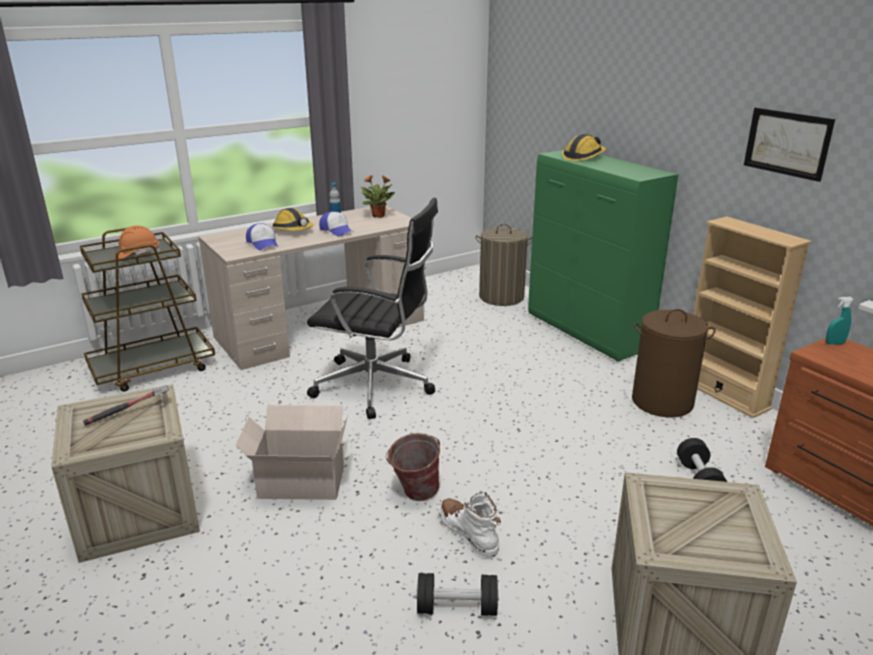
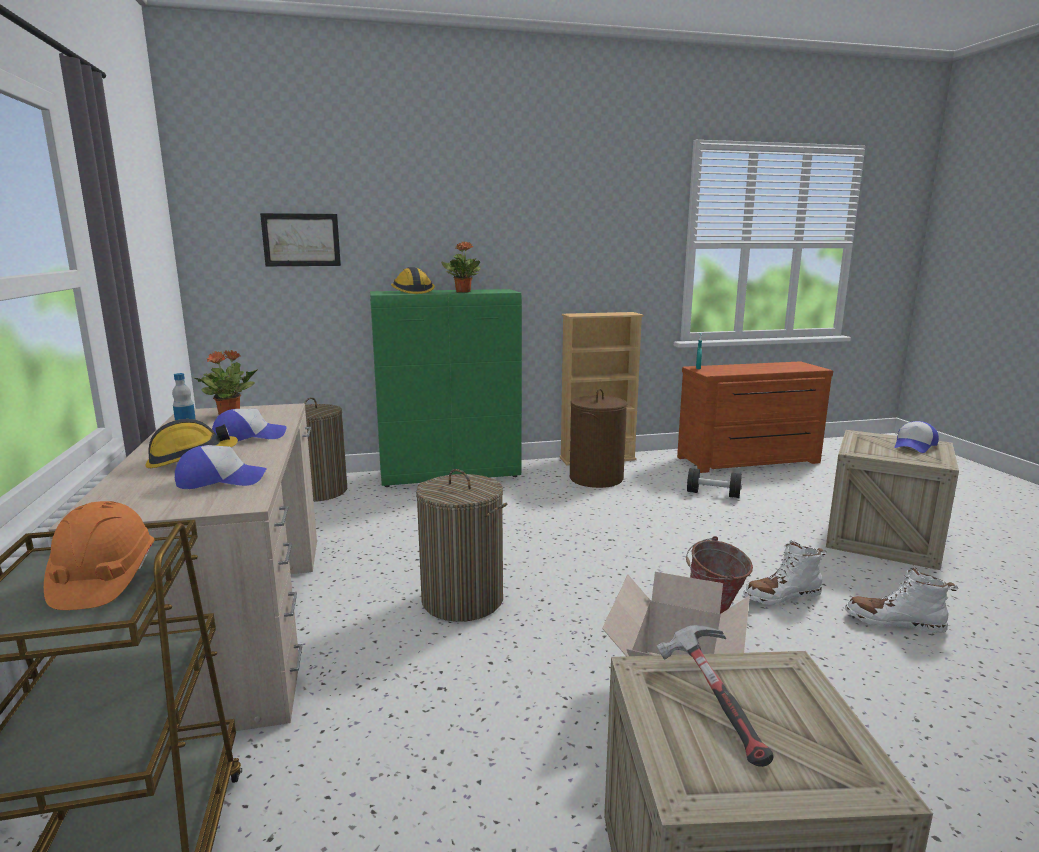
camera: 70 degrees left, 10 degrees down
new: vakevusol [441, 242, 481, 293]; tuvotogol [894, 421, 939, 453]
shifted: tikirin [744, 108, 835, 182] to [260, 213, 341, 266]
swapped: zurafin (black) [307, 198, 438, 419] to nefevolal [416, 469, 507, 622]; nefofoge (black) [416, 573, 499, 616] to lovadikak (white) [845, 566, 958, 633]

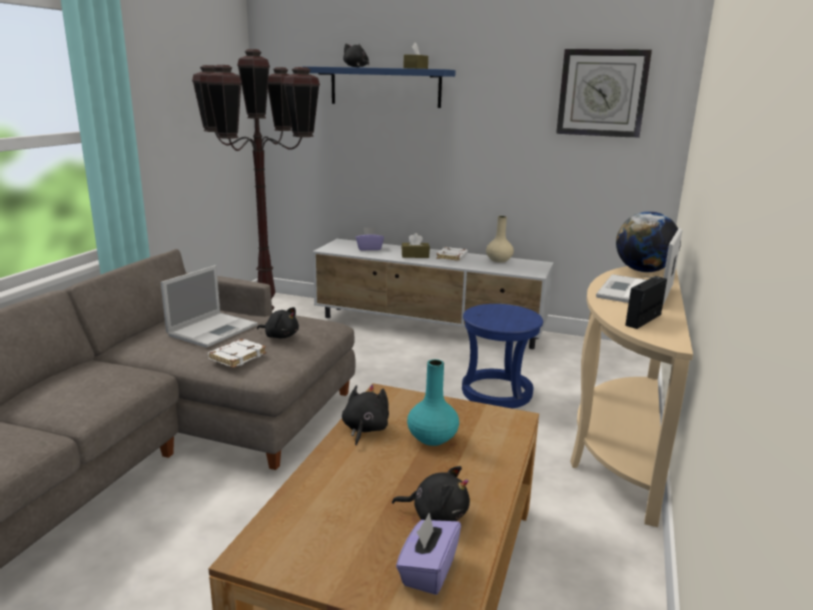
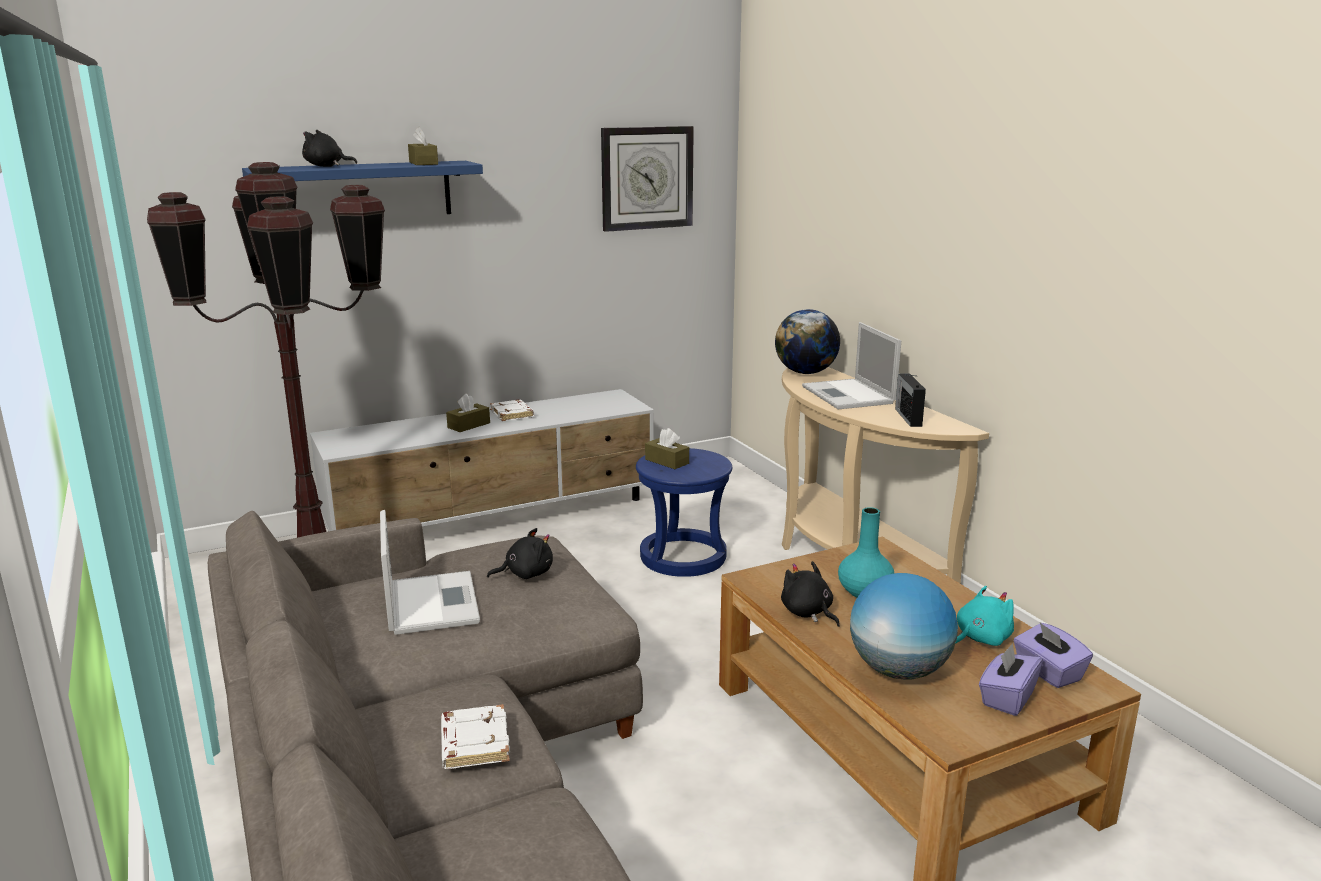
camera: 45 degrees left, 0 degrees up
gone: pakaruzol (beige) [486, 216, 514, 263]
new: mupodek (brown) [645, 428, 689, 469]; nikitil [850, 573, 958, 680]
shifted: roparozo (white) [208, 339, 266, 368] to [441, 704, 510, 769]; mupodek (purple) [355, 227, 384, 250] to [979, 643, 1043, 716]
repainted: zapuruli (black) [392, 466, 470, 521] to zapuruli (turquoise) [955, 586, 1014, 646]

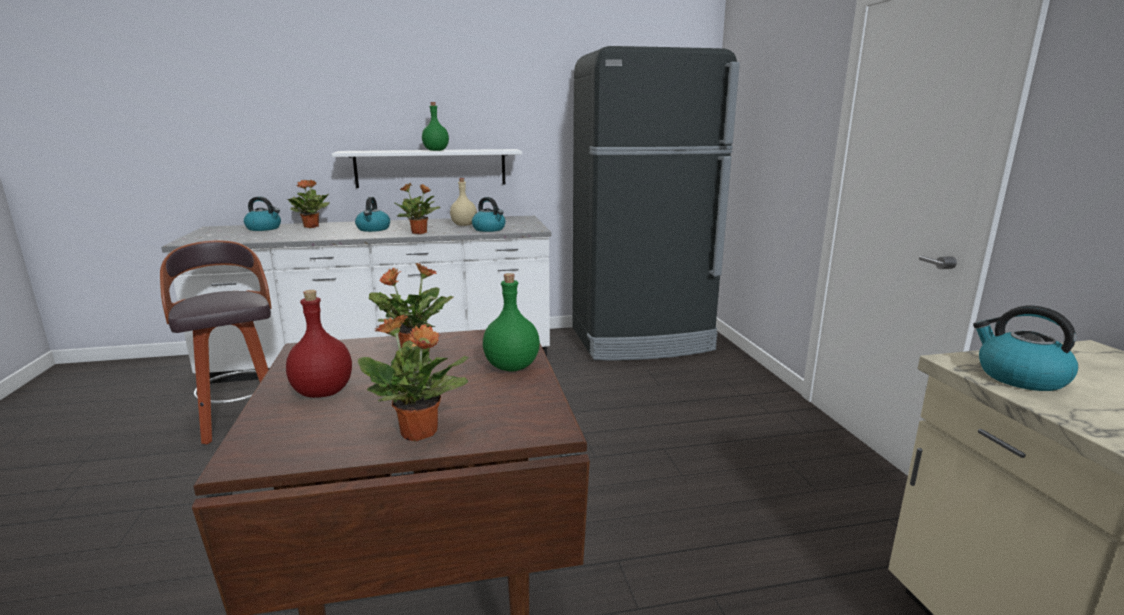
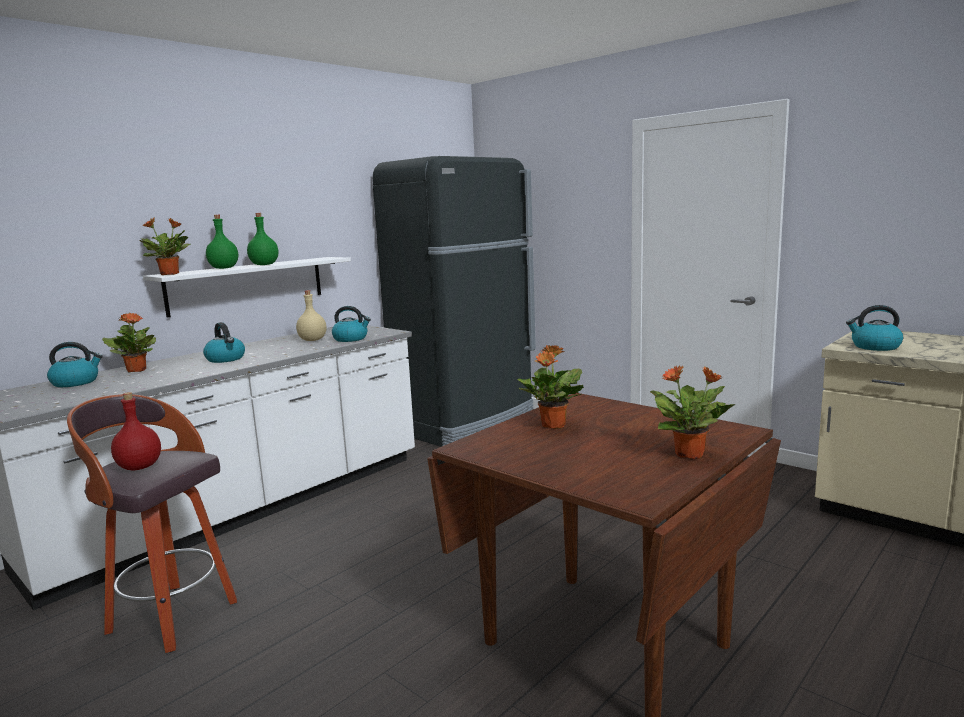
camera: 35 degrees left, 5 degrees down
shifted: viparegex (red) [286, 290, 352, 398] to [111, 392, 161, 471]; vakevusol [393, 183, 440, 234] to [139, 218, 191, 275]; viparegex (green) [483, 273, 540, 372] to [206, 215, 238, 269]

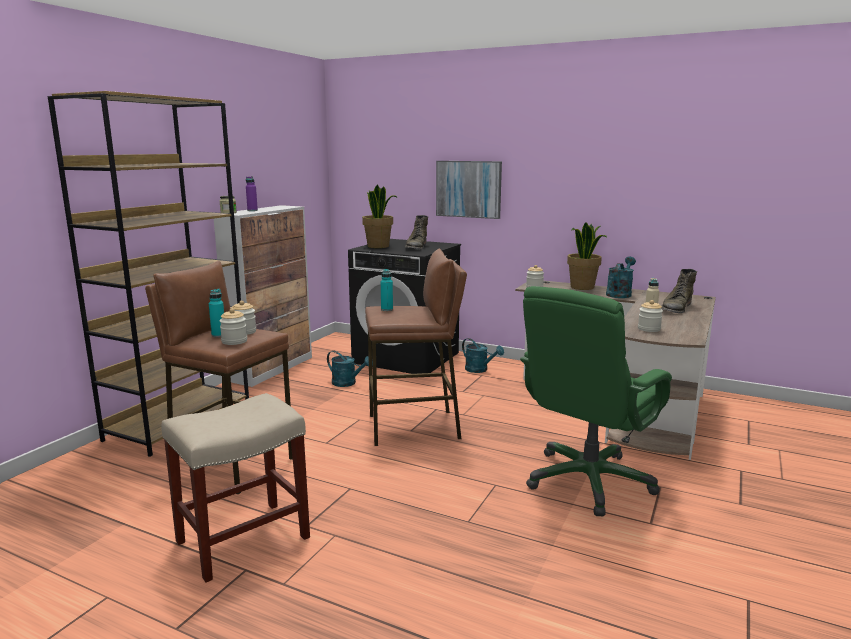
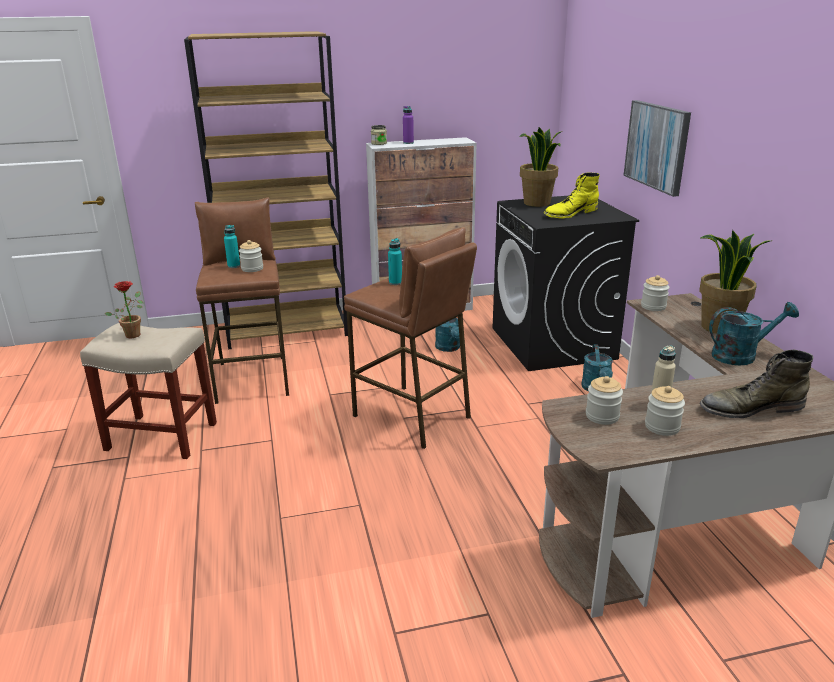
camera: 50 degrees right, 10 degrees up
gone: zurafin (green) [520, 286, 672, 516]
new: vakevusol [104, 281, 143, 338]
shifted: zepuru [220, 308, 247, 345] to [645, 386, 685, 436]
repainted: lovadikak (green) [405, 215, 428, 249] to lovadikak (yellow) [544, 172, 600, 219]

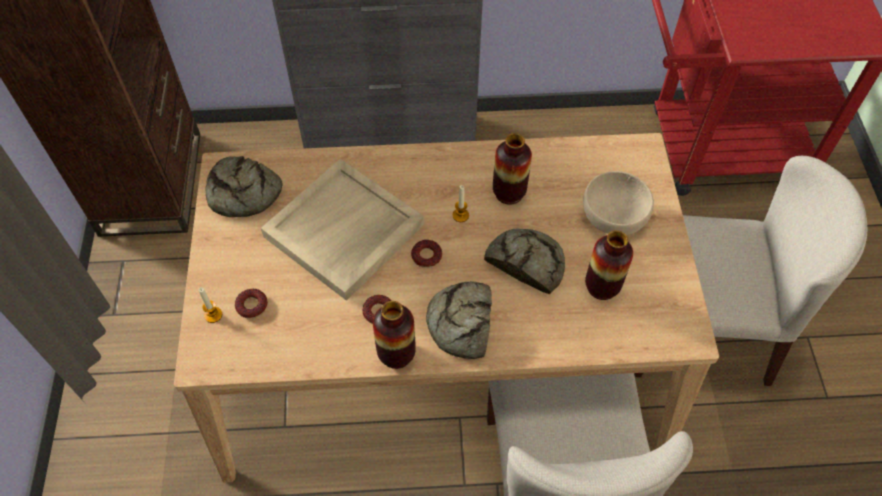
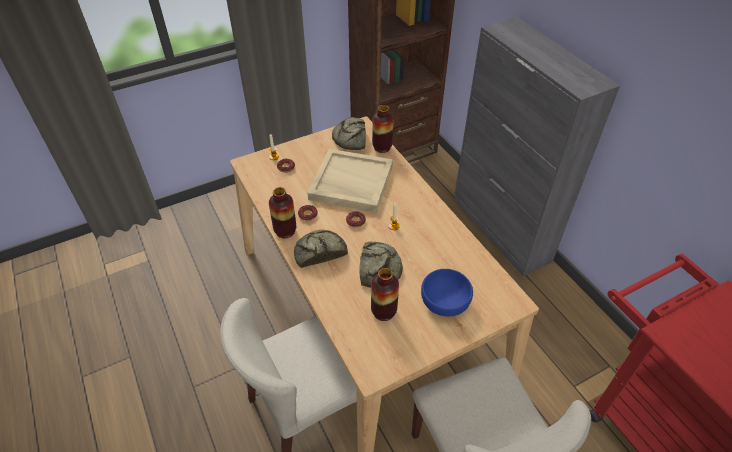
camera: 65 degrees right, 10 degrees down
shifted: pakaruzol [493, 133, 532, 205] to [372, 105, 394, 153]
repainted: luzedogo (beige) [583, 171, 654, 235] to luzedogo (blue) [421, 269, 473, 316]

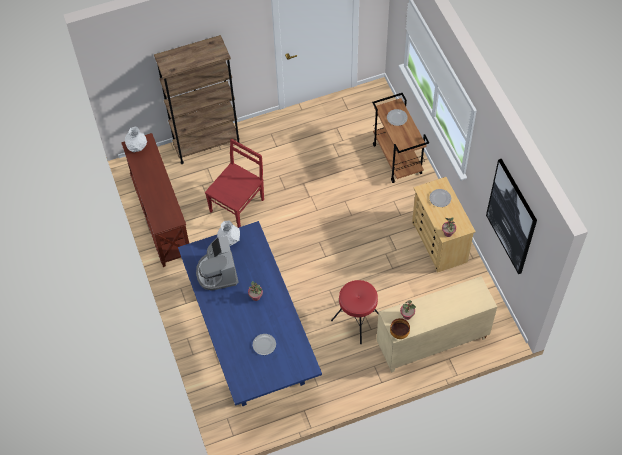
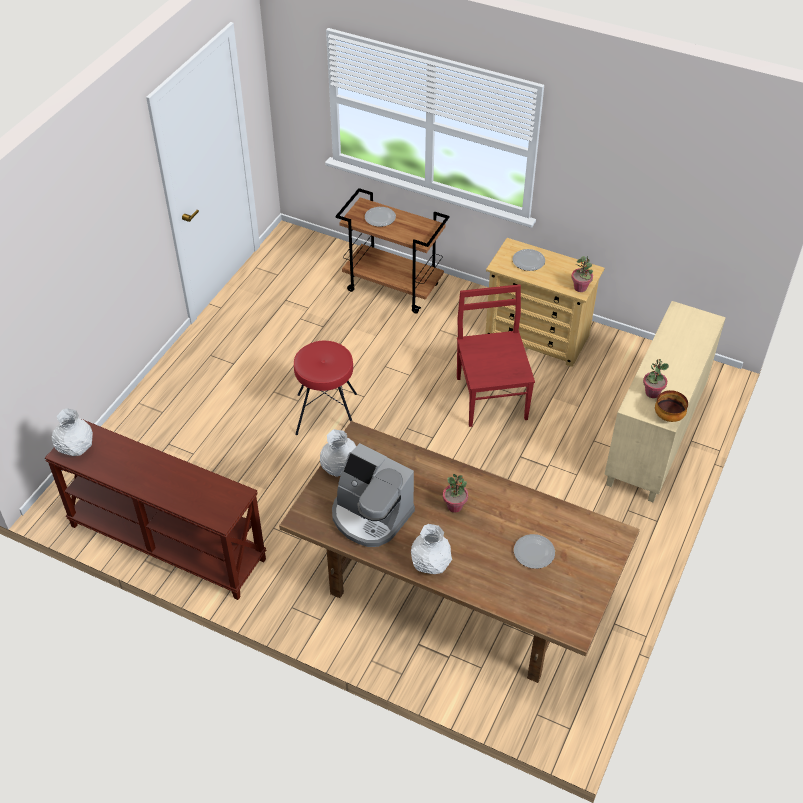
camera: 45 degrees left, 10 degrees down
gone: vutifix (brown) [154, 35, 240, 164]; tikirin [486, 159, 537, 274]
new: pakaruzol (white) [411, 524, 452, 574]
shifted: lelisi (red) [331, 280, 378, 344] to [294, 341, 357, 435]; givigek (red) [205, 139, 264, 228] to [457, 284, 535, 427]
repainted: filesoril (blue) [178, 221, 322, 406] to filesoril (brown) [279, 421, 640, 683]

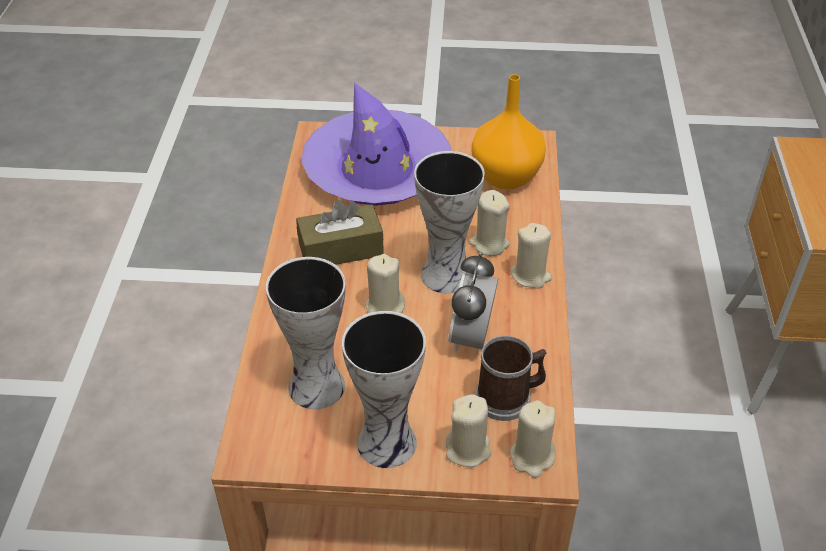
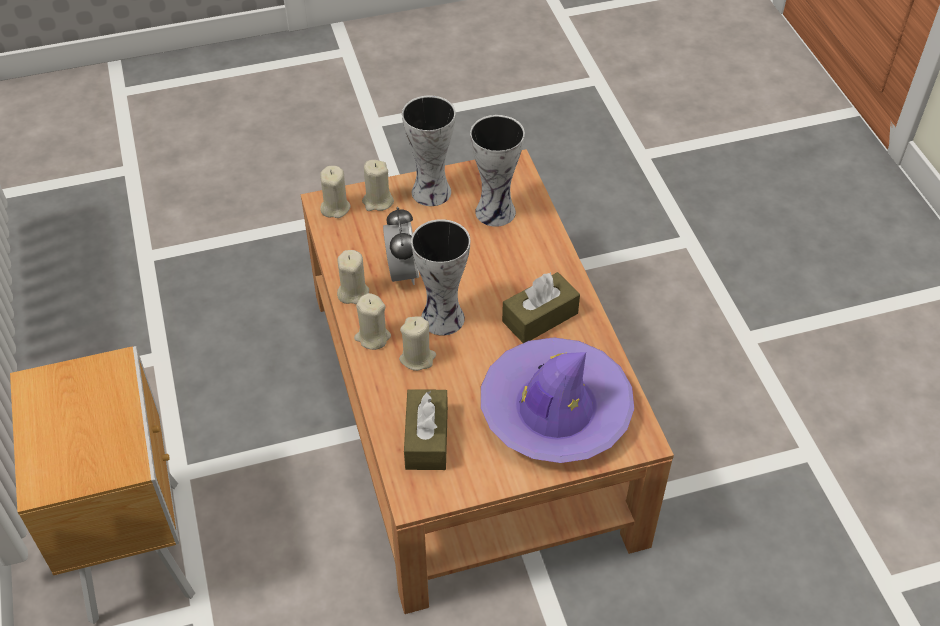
camera: 160 degrees right, 5 degrees up
gone: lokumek [475, 336, 546, 421]
shifted: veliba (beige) [365, 254, 405, 314] to [337, 250, 369, 304]
swapped: pakaruzol (orange) [472, 74, 546, 190] to mupodek (brown) [404, 389, 448, 470]

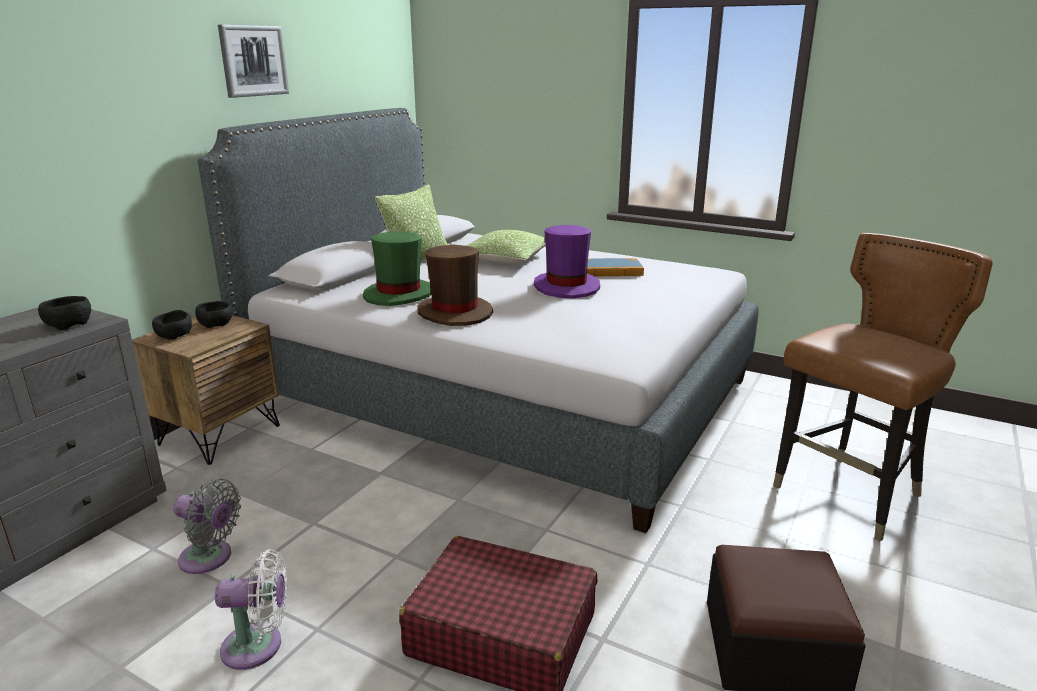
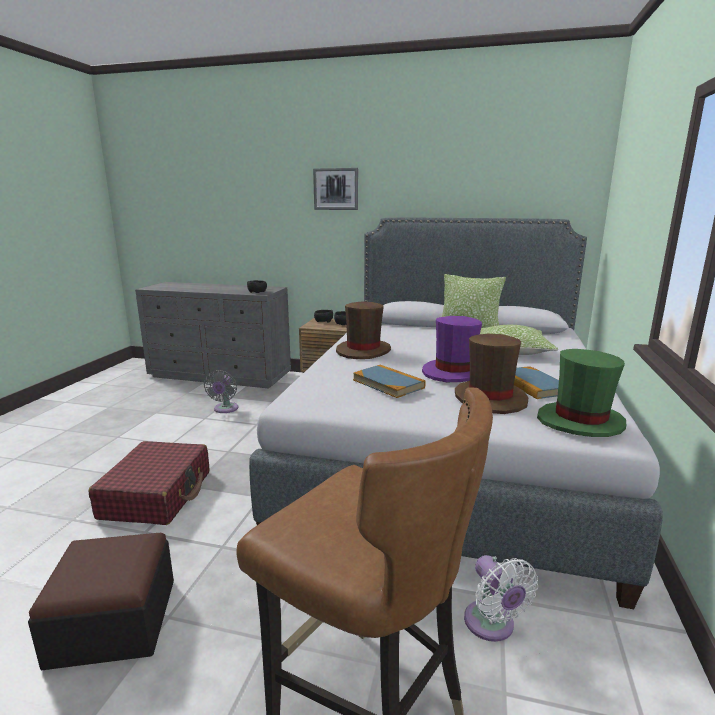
camera: 75 degrees right, 5 degrees down
new: roparozo [353, 365, 426, 398]; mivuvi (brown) [455, 334, 528, 414]
shifted: tikirin [218, 25, 289, 98] to [313, 168, 358, 210]; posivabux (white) [215, 549, 287, 670] to [464, 555, 538, 642]; mivuvi (green) [363, 231, 431, 306] to [537, 349, 626, 437]

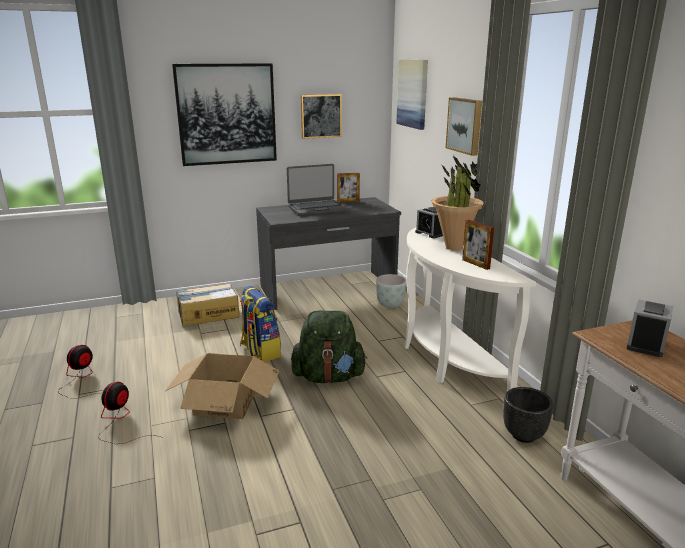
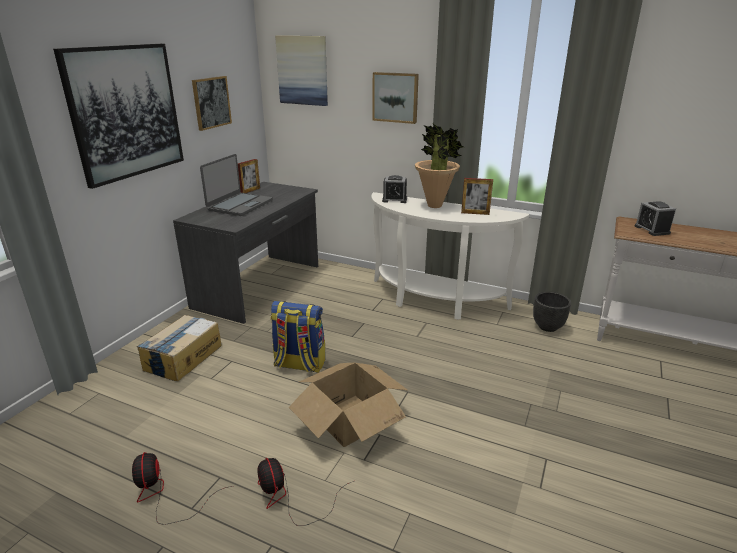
camera: 45 degrees left, 5 degrees up
gone: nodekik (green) [291, 311, 367, 383]; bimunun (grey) [376, 274, 406, 308]

